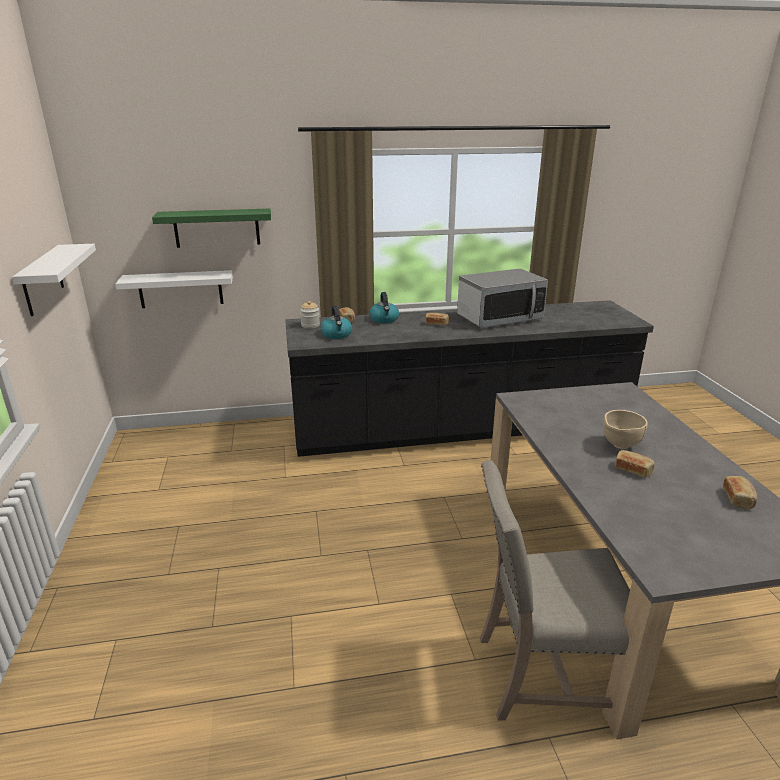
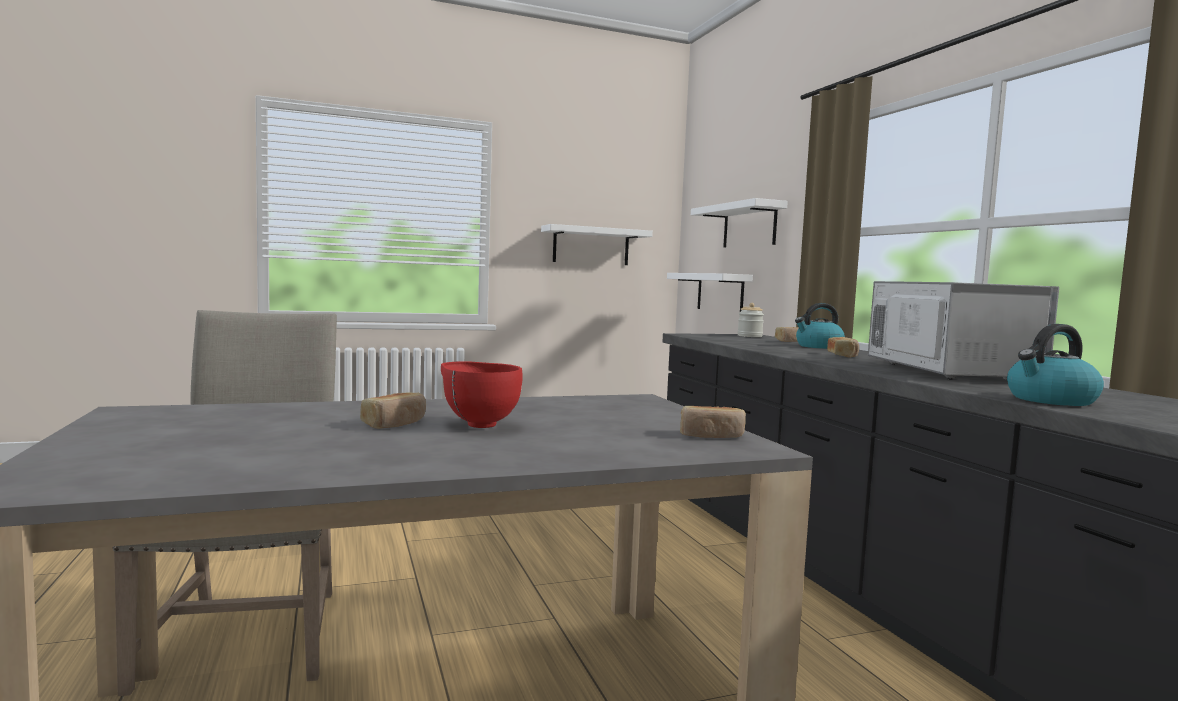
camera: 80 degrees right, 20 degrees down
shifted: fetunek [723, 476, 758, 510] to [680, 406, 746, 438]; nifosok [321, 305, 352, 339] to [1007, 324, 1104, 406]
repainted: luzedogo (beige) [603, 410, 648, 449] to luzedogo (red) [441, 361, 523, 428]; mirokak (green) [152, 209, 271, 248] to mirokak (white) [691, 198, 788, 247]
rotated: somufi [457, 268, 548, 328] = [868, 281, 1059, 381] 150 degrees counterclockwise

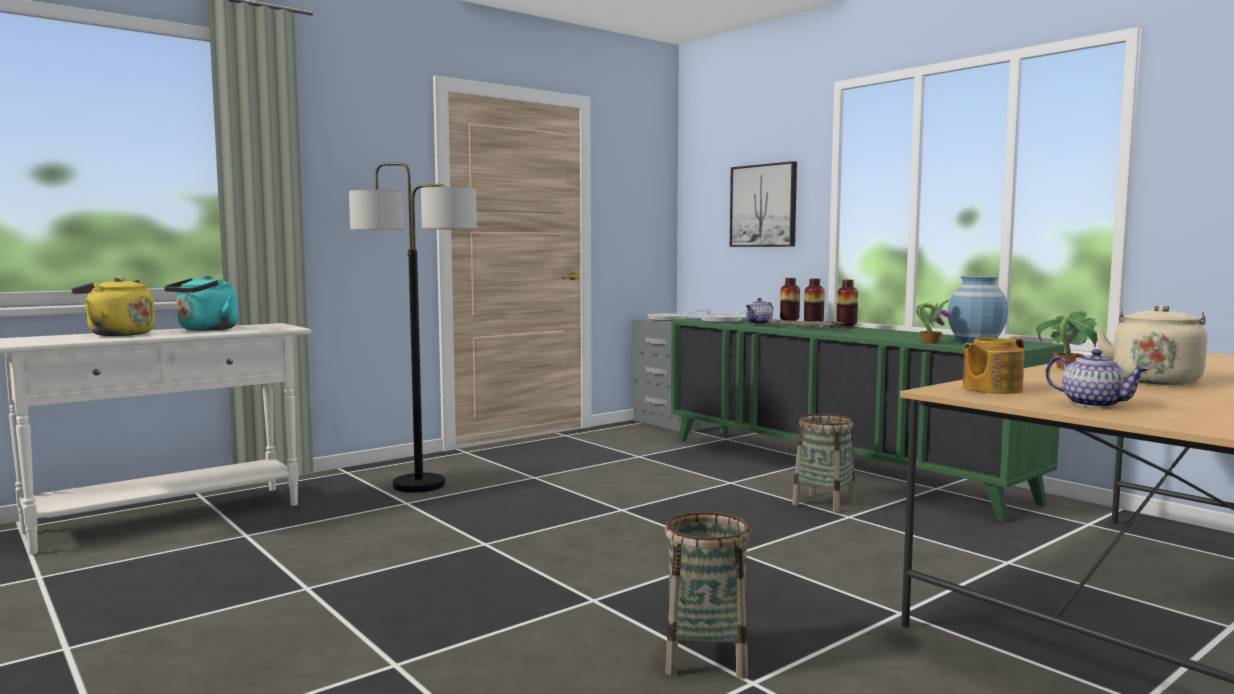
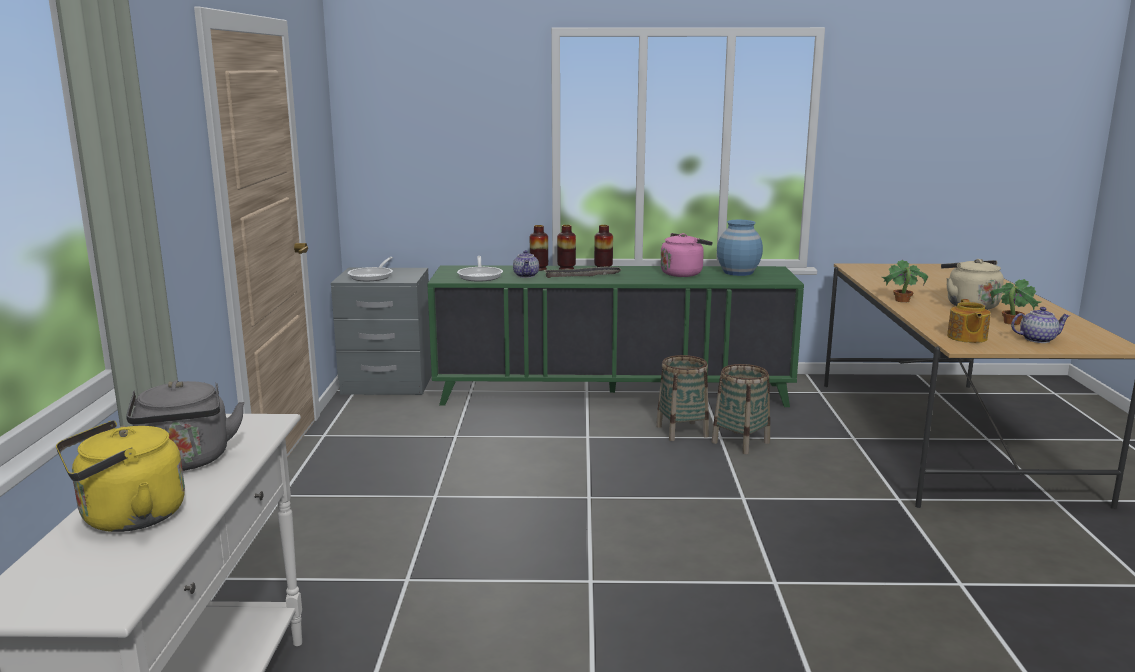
camera: 50 degrees left, 10 degrees up
gone: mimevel [349, 162, 477, 493]; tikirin [730, 161, 797, 247]
new: nifosok (pink) [660, 233, 713, 277]
shifted: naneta [664, 512, 751, 679] to [712, 364, 770, 454]; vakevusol [916, 299, 952, 343] to [990, 279, 1041, 325]
repainted: nifosok (turquoise) [164, 275, 239, 331] to nifosok (grey) [126, 380, 245, 471]

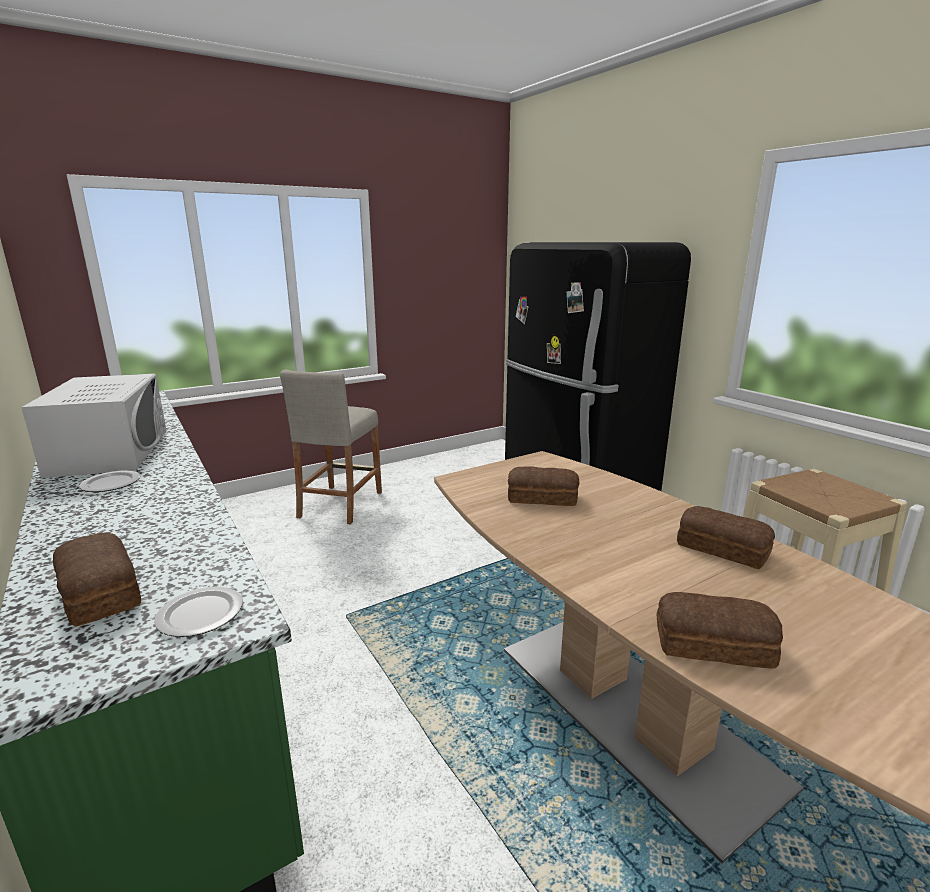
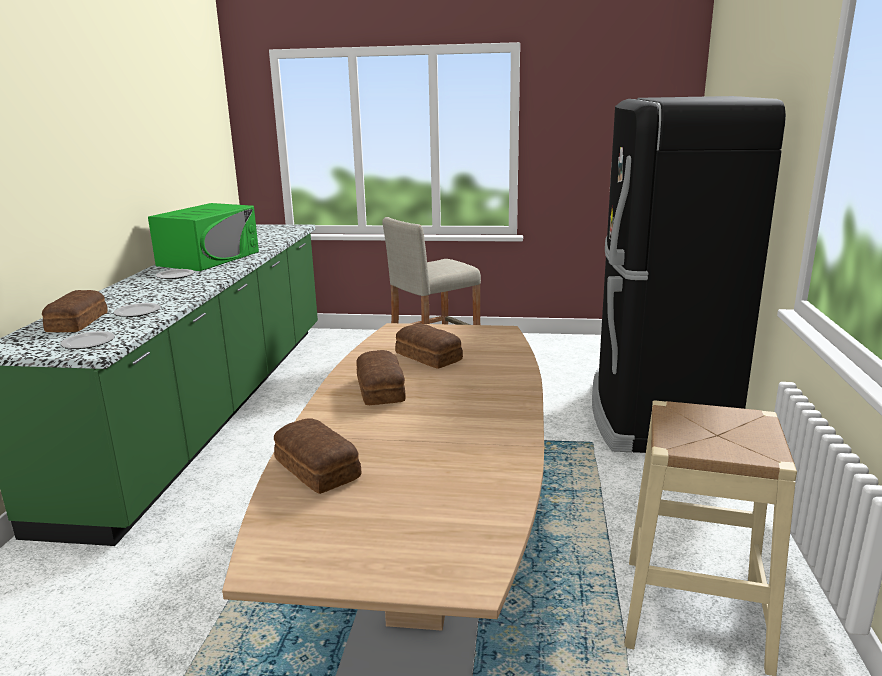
camera: 40 degrees right, 0 degrees up
new: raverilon [114, 303, 160, 317]
shifted: fetunek [677, 506, 775, 569] to [356, 350, 406, 405]
repainted: somufi (white) [21, 374, 167, 478] to somufi (green) [148, 203, 259, 271]

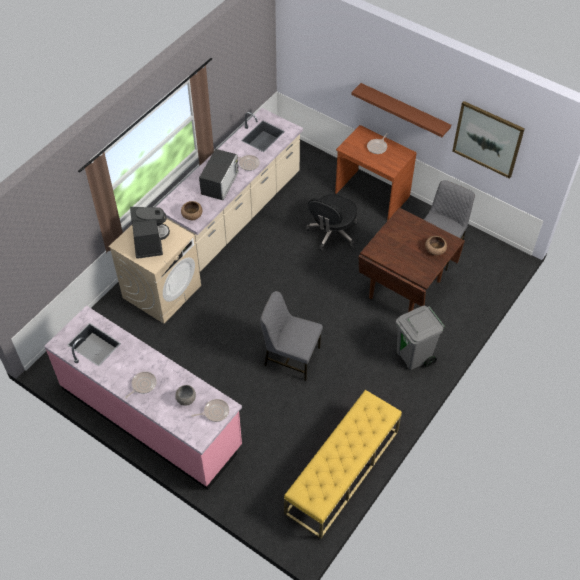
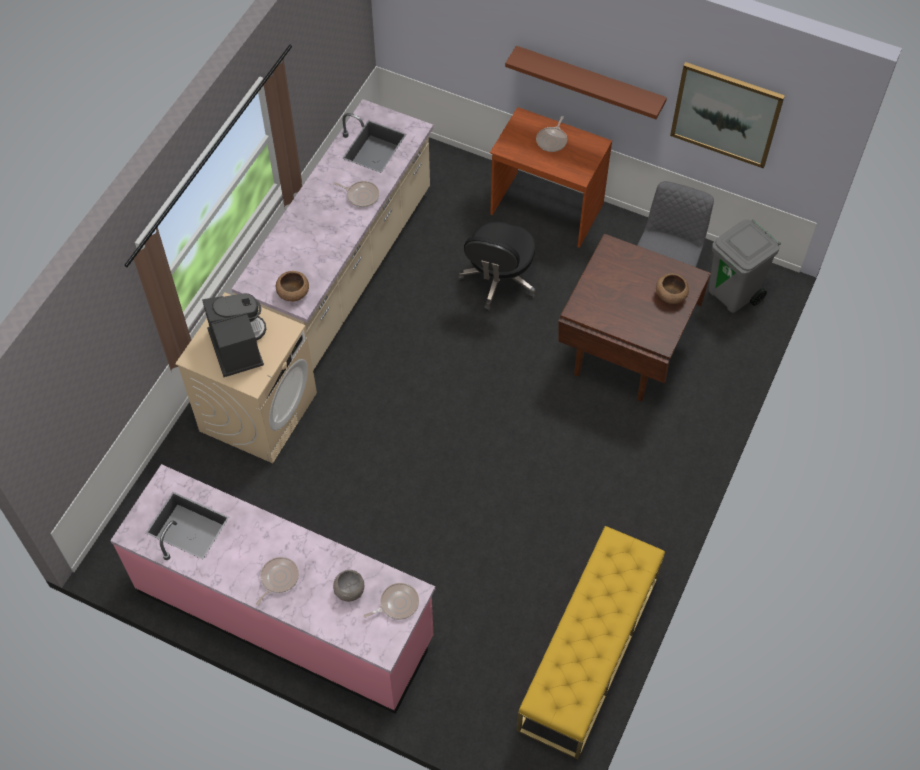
camera: 10 degrees left, 5 degrees up
gone: somufi [199, 149, 239, 200]; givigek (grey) [260, 291, 323, 381]
shifted: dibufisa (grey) [396, 306, 445, 370] to [709, 219, 781, 313]

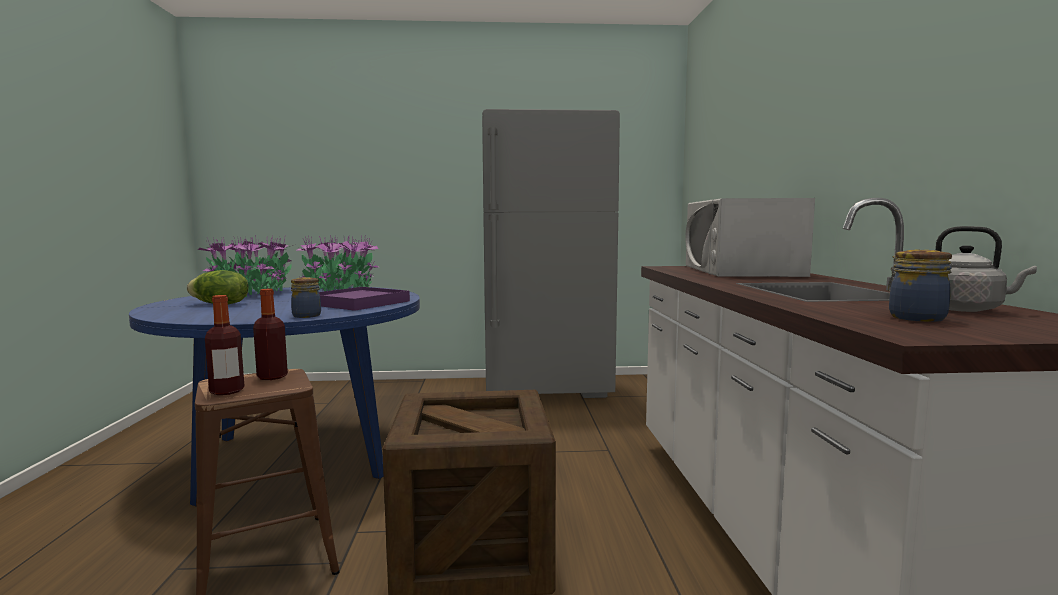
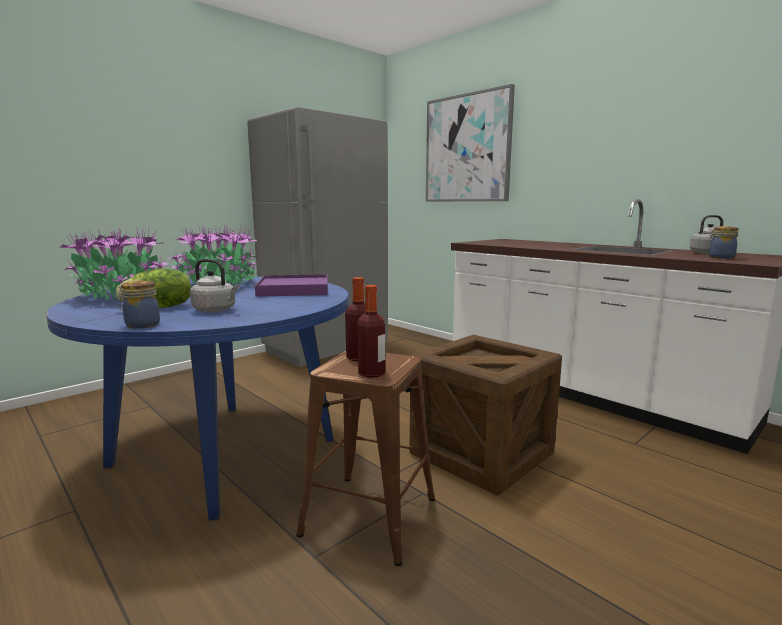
camera: 40 degrees left, 5 degrees up
gone: somufi (white) [686, 198, 815, 277]
new: nifosok (grey) [190, 259, 240, 312]; tikirin [426, 84, 515, 202]
shifted: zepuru [291, 277, 321, 318] to [118, 280, 160, 329]

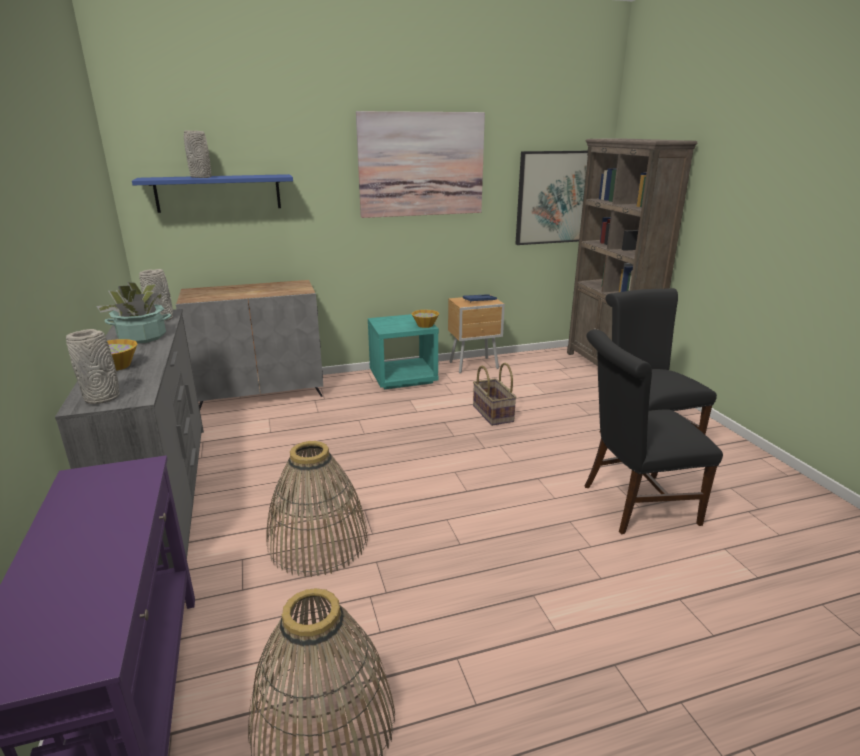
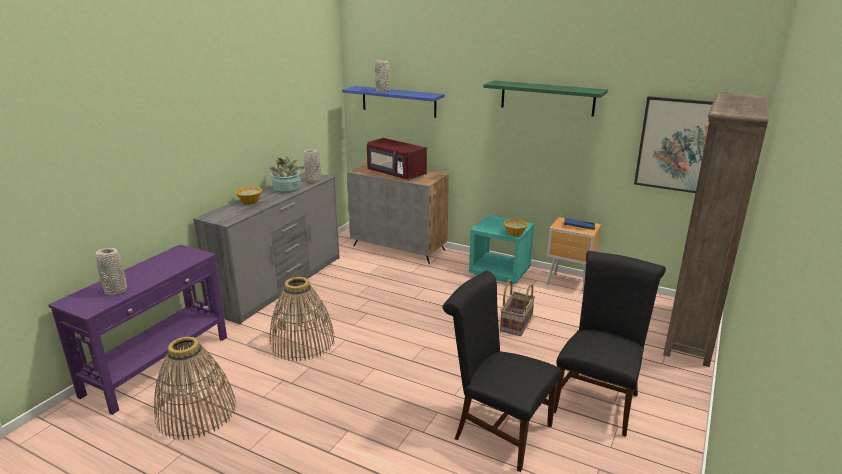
camera: 45 degrees right, 0 degrees up
new: somufi (red) [367, 138, 427, 180]
shifted: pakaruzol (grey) [66, 329, 120, 404] to [95, 248, 127, 295]
swapped: tikirin [356, 111, 485, 218] to mirokak (green) [483, 81, 608, 117]

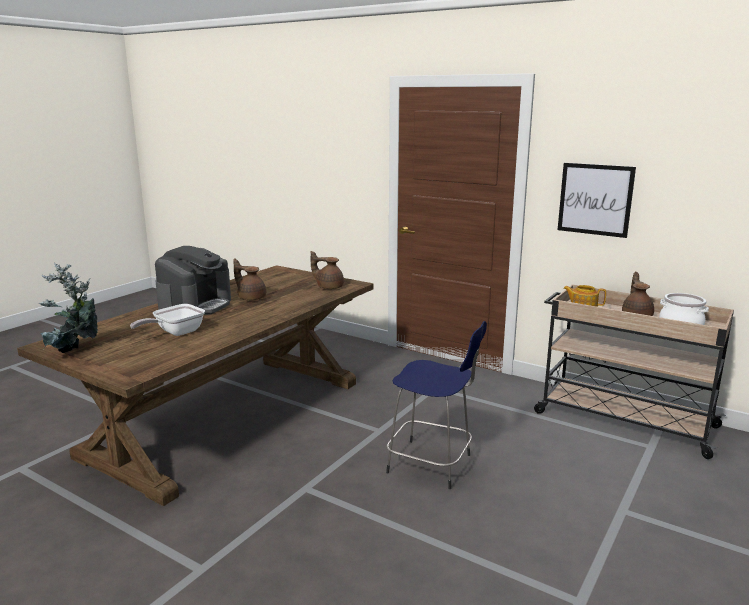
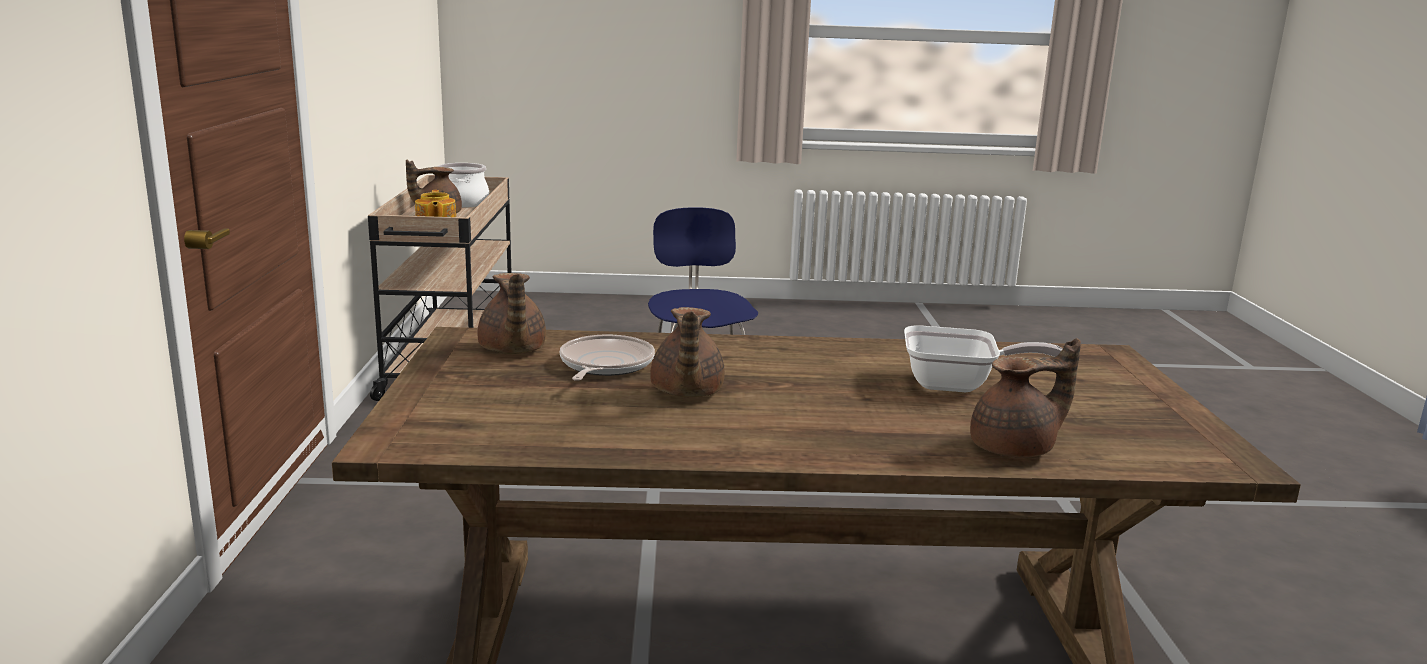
camera: 125 degrees left, 0 degrees up
gone: vakevusol [39, 263, 98, 353]; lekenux [155, 246, 231, 315]; tikirin [558, 163, 636, 238]
new: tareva [560, 335, 655, 381]; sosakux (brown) [970, 338, 1081, 458]

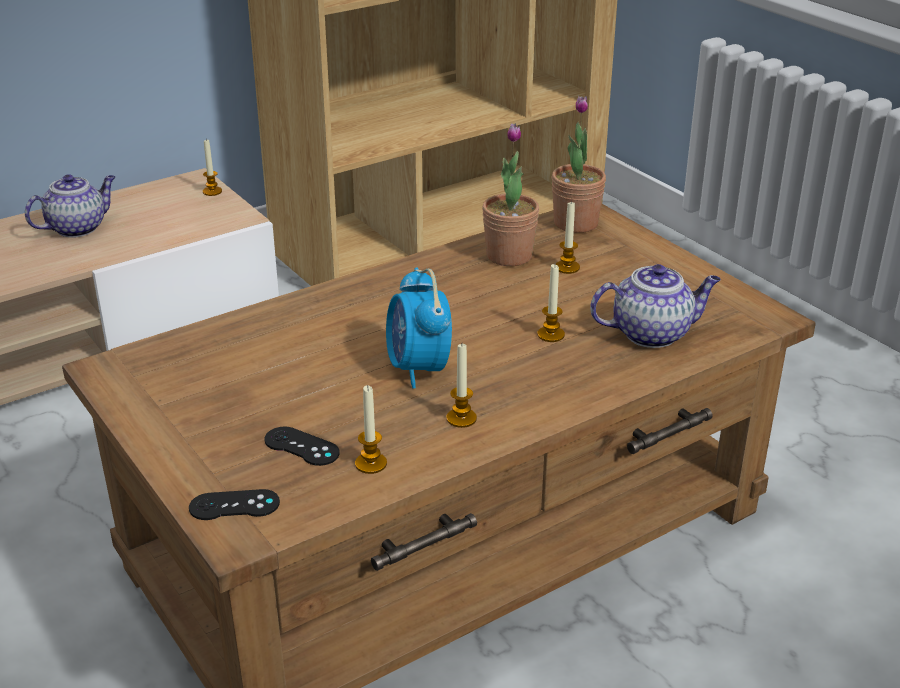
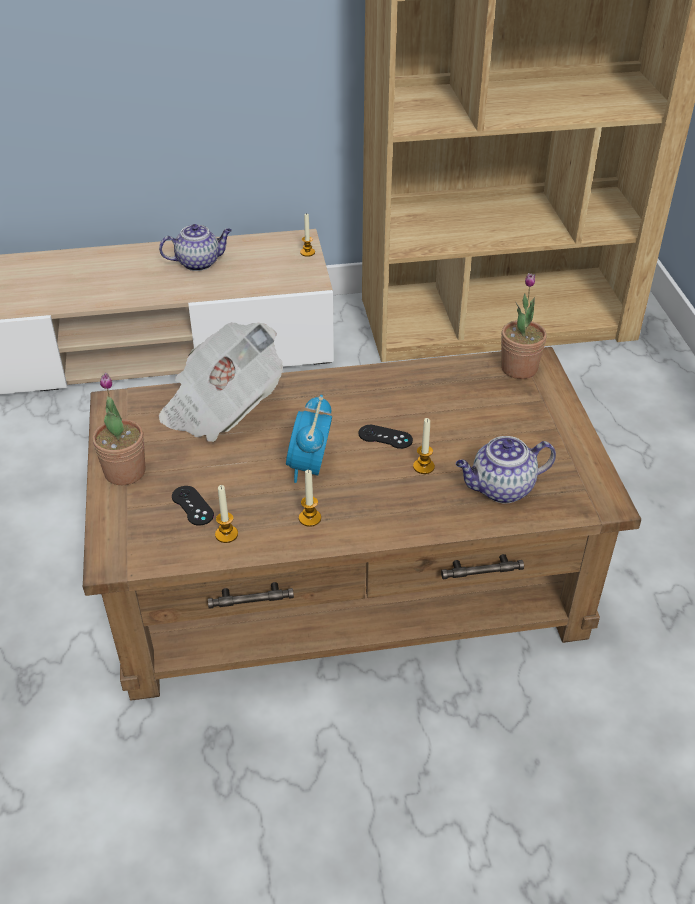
camera: 25 degrees right, 10 degrees up
gone: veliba [555, 201, 580, 274]
new: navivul [159, 322, 283, 442]
shifted: vakevusol [482, 124, 539, 266] to [92, 373, 146, 485]; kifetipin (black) [189, 489, 280, 520] to [358, 425, 413, 449]
rotated: sosakux [590, 264, 721, 348] = [456, 436, 556, 504] 150 degrees clockwise

